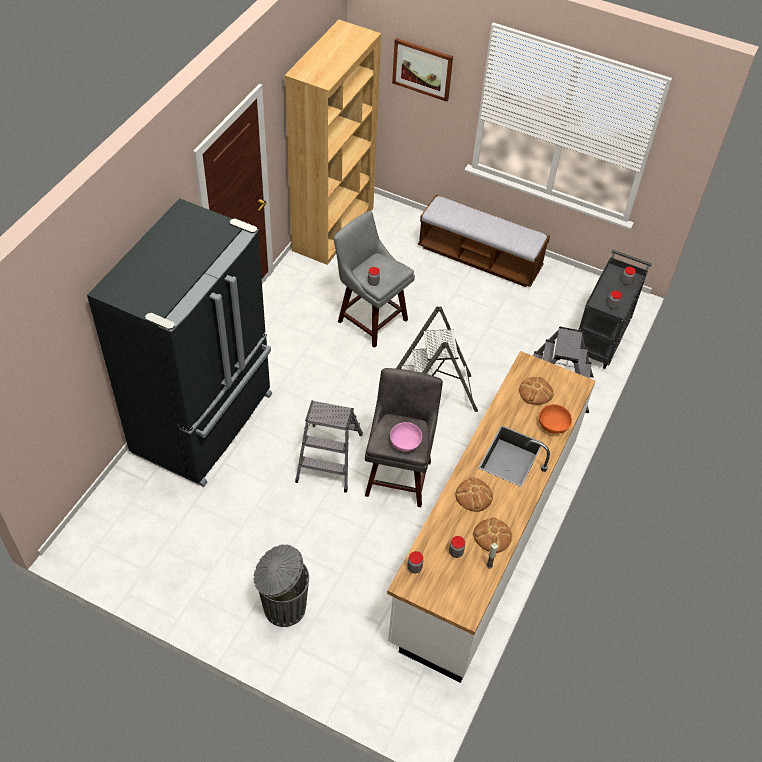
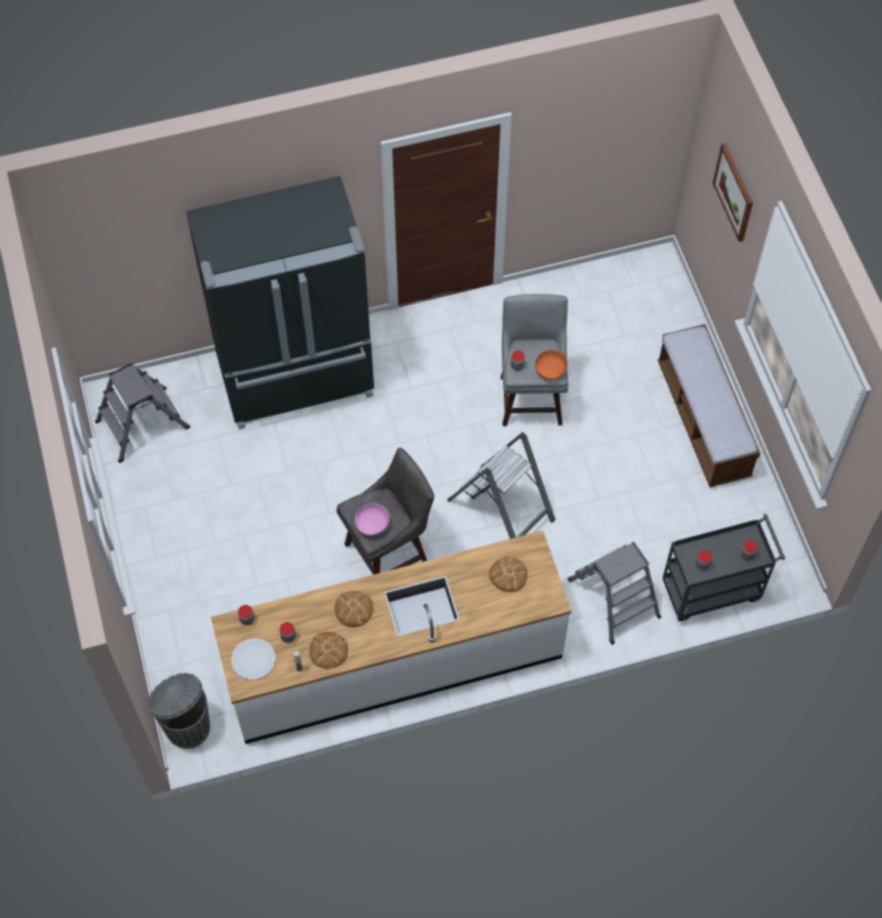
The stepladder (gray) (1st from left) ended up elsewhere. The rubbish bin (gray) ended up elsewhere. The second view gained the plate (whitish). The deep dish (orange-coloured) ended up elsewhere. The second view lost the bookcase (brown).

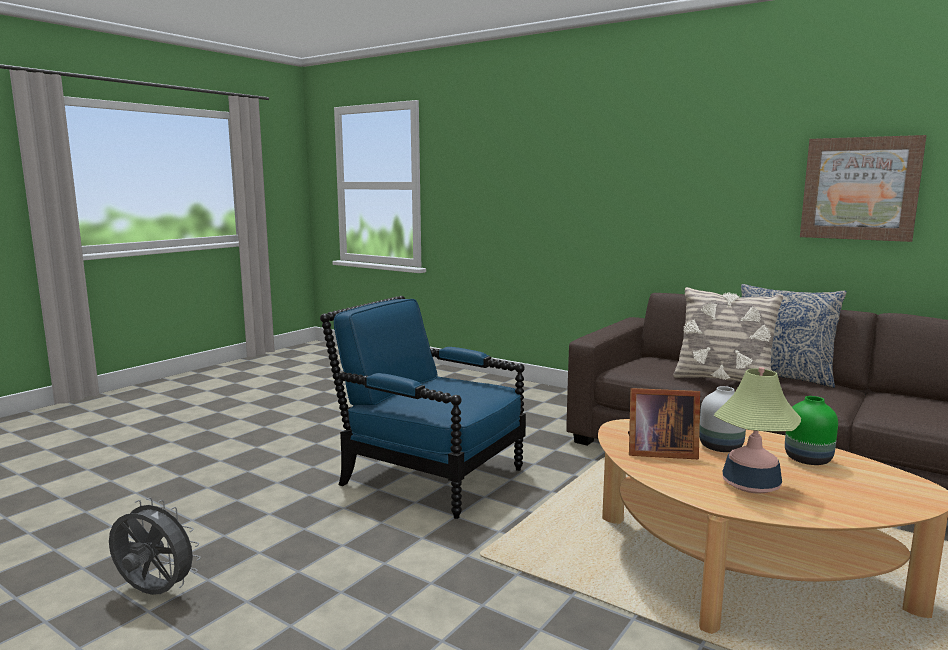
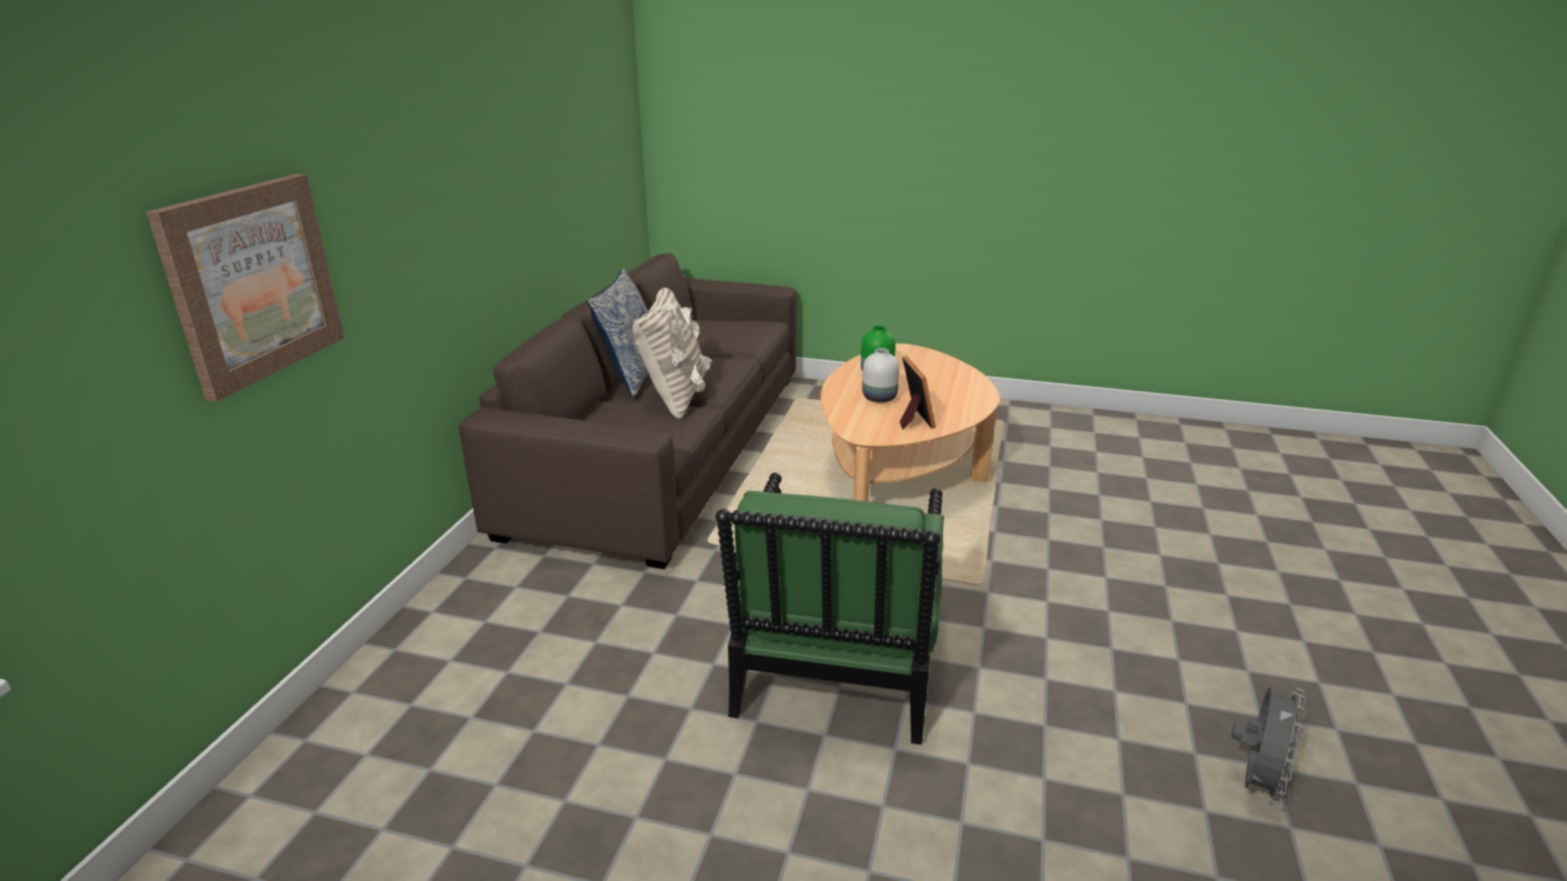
The picture ended up elsewhere. What was the easy chair (bluish) turned into the easy chair (green). The cooling fan (gray) ended up facing another way, 150 degrees counterclockwise from before. The second view lost the table lamp.

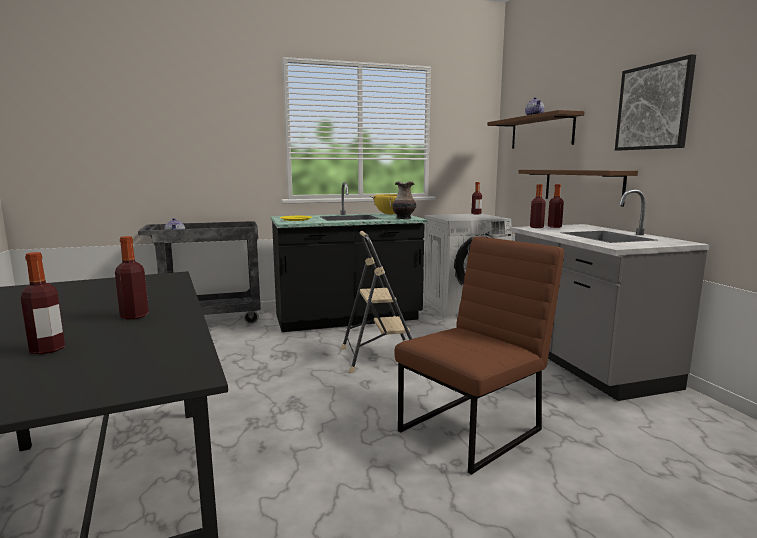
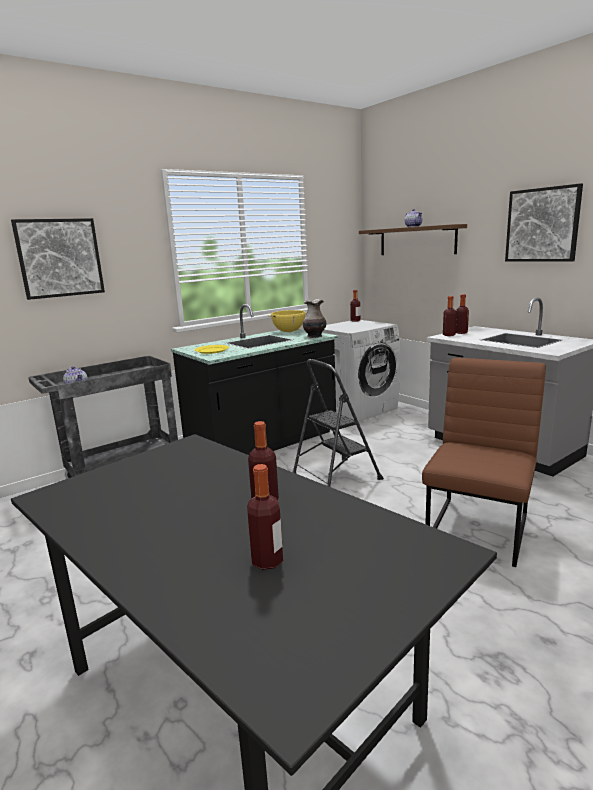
The second view gained the picture (1st from left). What was the stepladder (beige-coloured) turned into the stepladder (blackish). The second view lost the shelf (brown) (2nd from left).

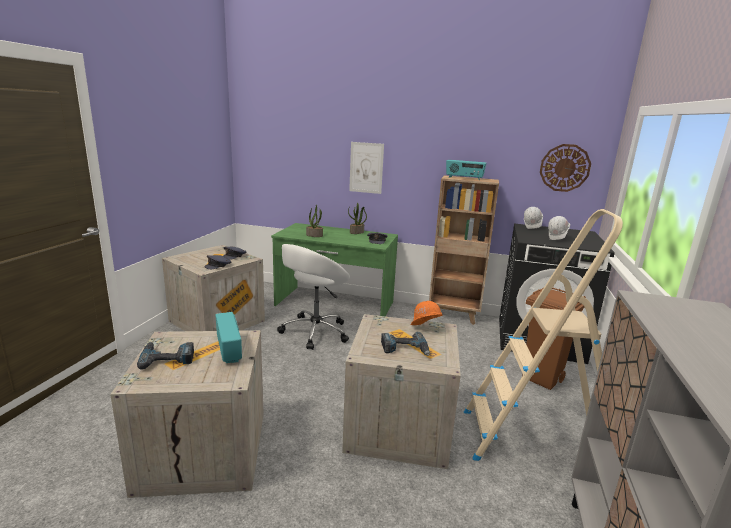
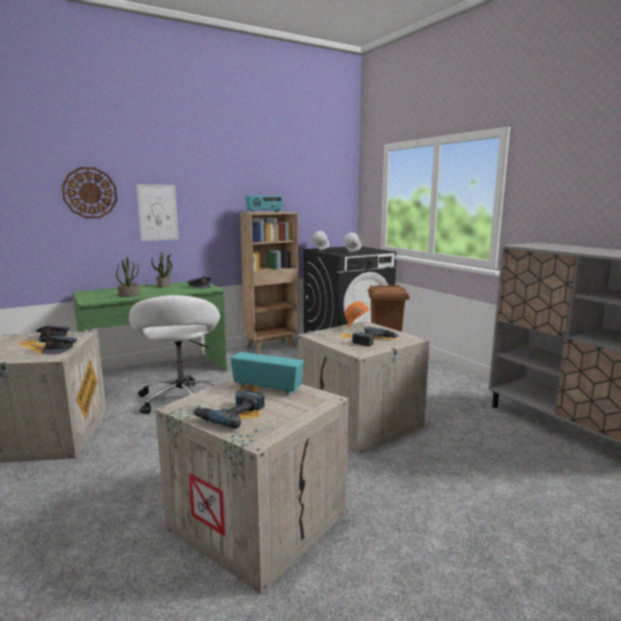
The hanging clock ended up elsewhere. The second view lost the stepladder (beige-coloured).

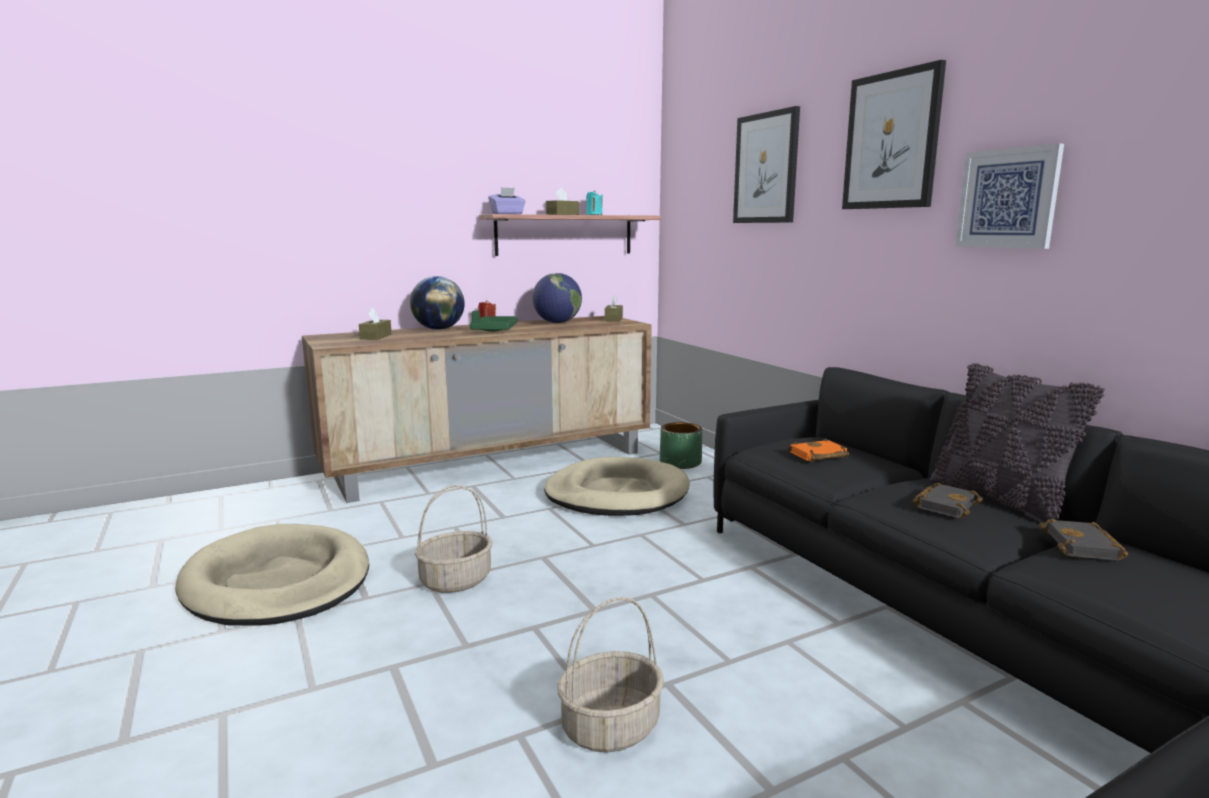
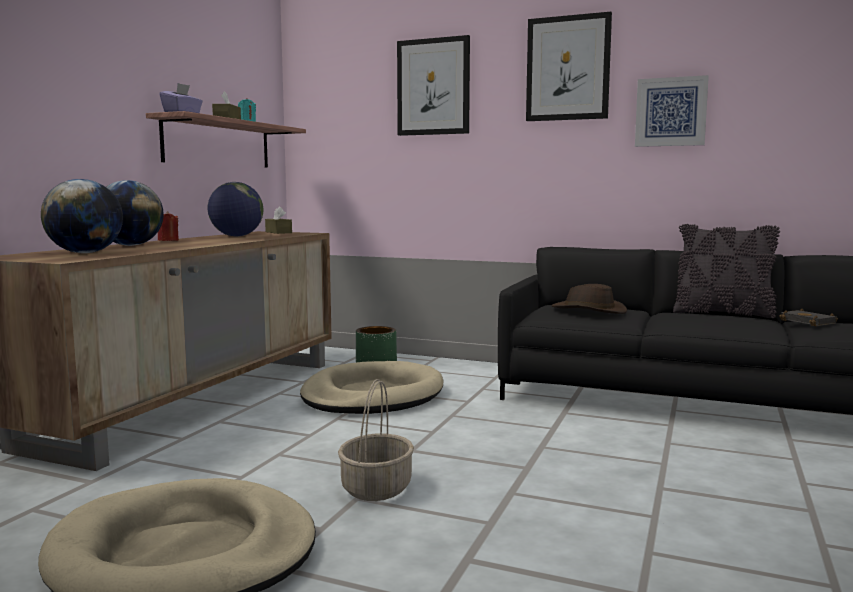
Where the box of tissues (brown) (1st from left) stood, the globe (1st from left) came to stand. Where the bound book (orange-coloured) stood, the hat (brown) came to stand. The second view lost the tray (green). The second view lost the basket (2nd from left). The second view lost the bound book (blackish) (1st from left).

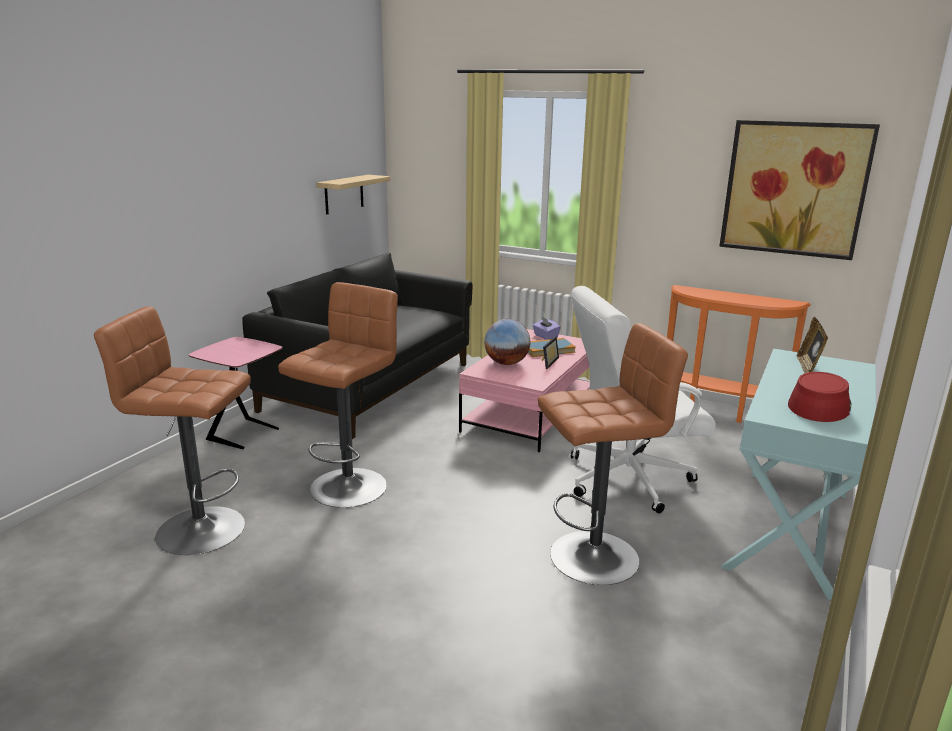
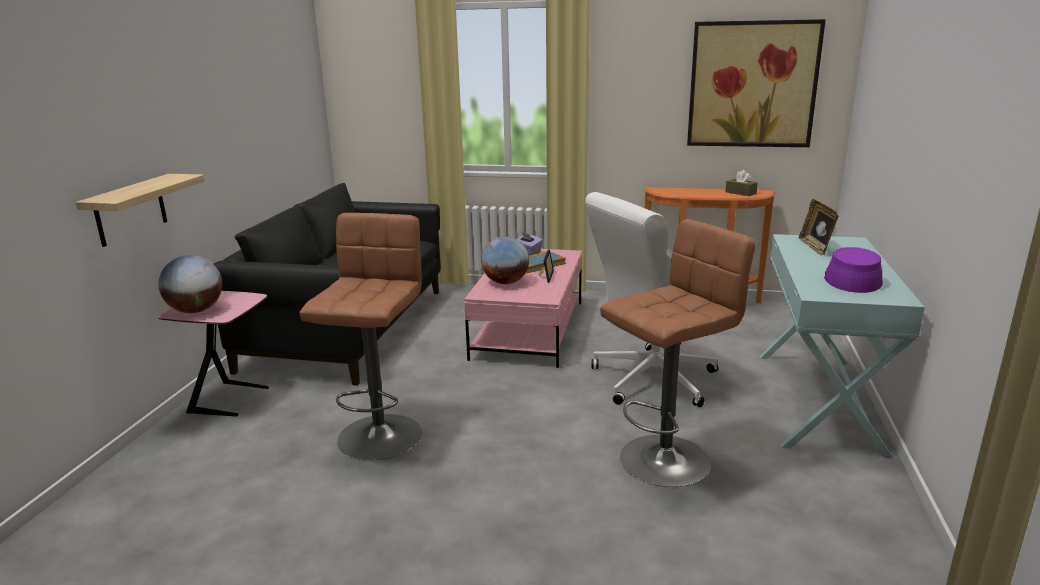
The shelf ended up elsewhere. The second view gained the globe (1st from left). The second view gained the box of tissues (brown). What was the hat (red-coloured) turned into the hat (purple). The second view lost the stool (brown) (1st from left).

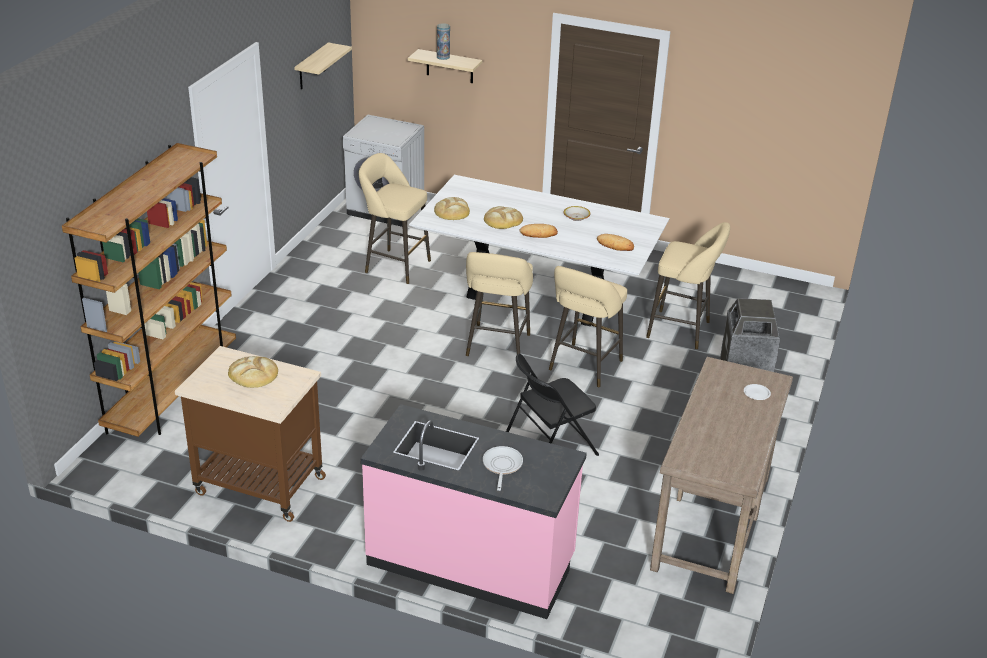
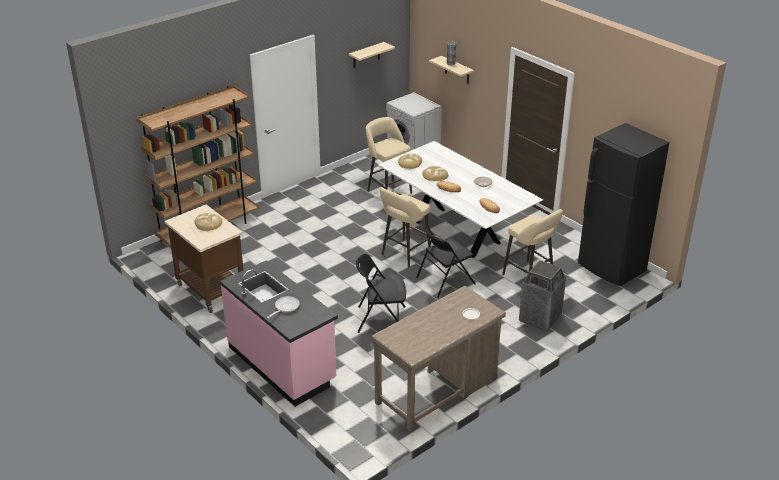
Where the stool (beige-coloured) (3rd from left) stood, the upright chair (blackish) (2nd from left) came to stand. The second view gained the refrigerator (blackish).

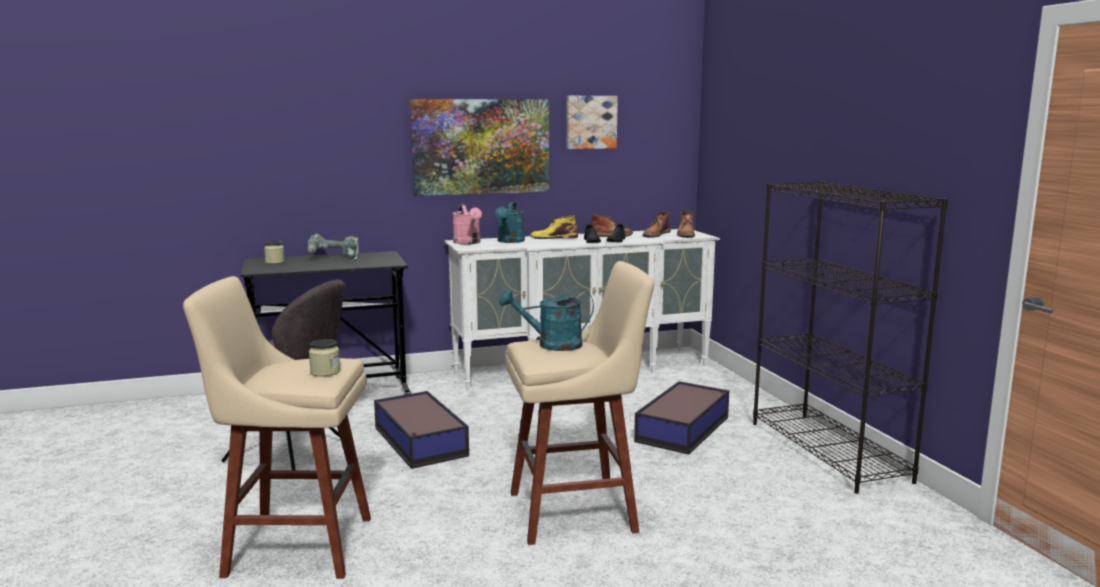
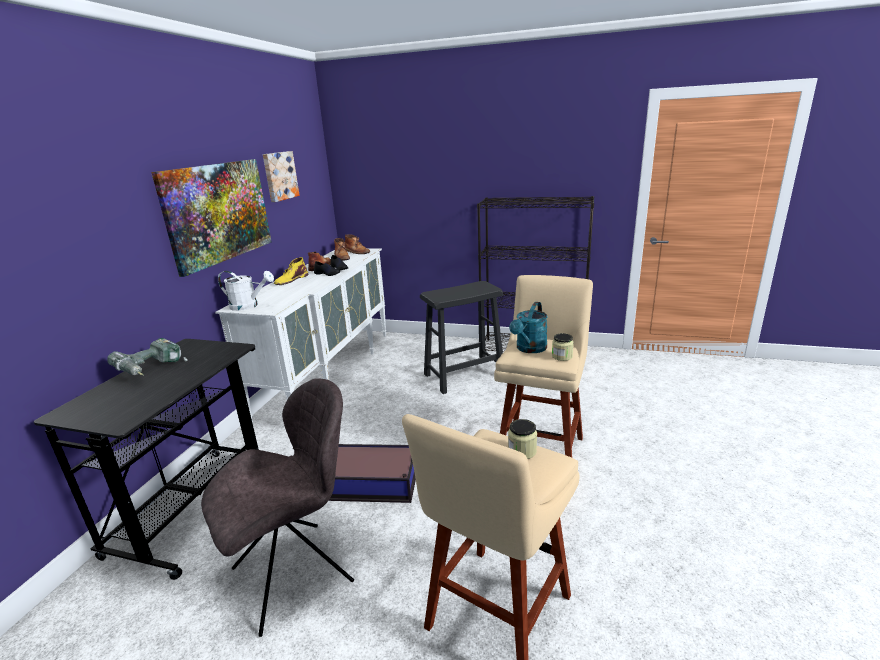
What was the watering can (pink-coloured) turned into the watering can (whitish). Where the storage bin (2nd from left) stood, the stool (blackish) came to stand. The preserve jar (1st from left in the first image) ended up elsewhere. The second view lost the watering can (blue-green) (1st from left).

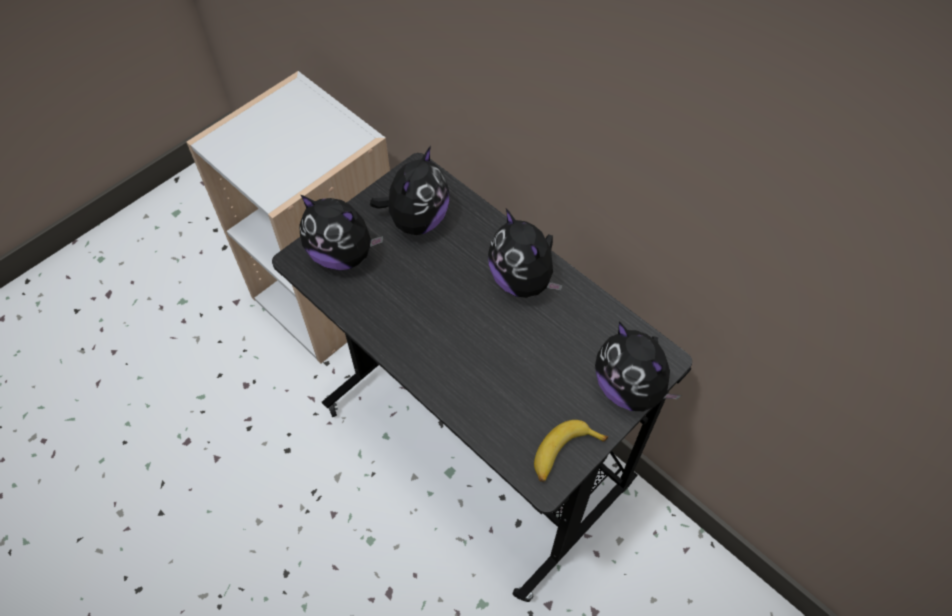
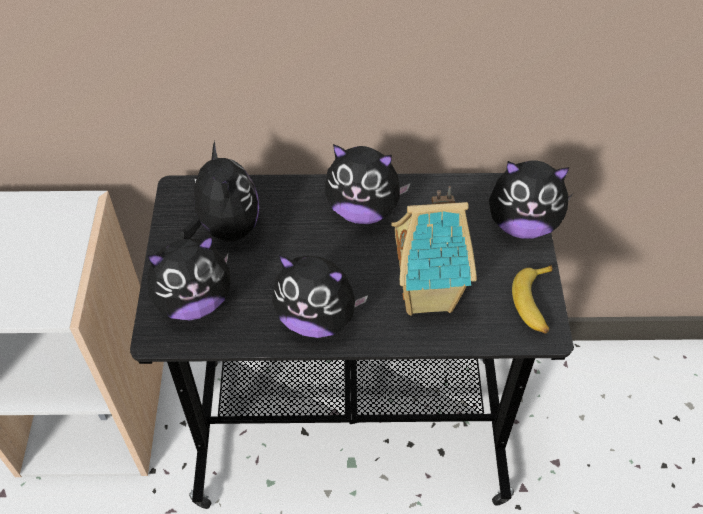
The second view gained the soft toy (3rd from left). The second view gained the miniature house.

